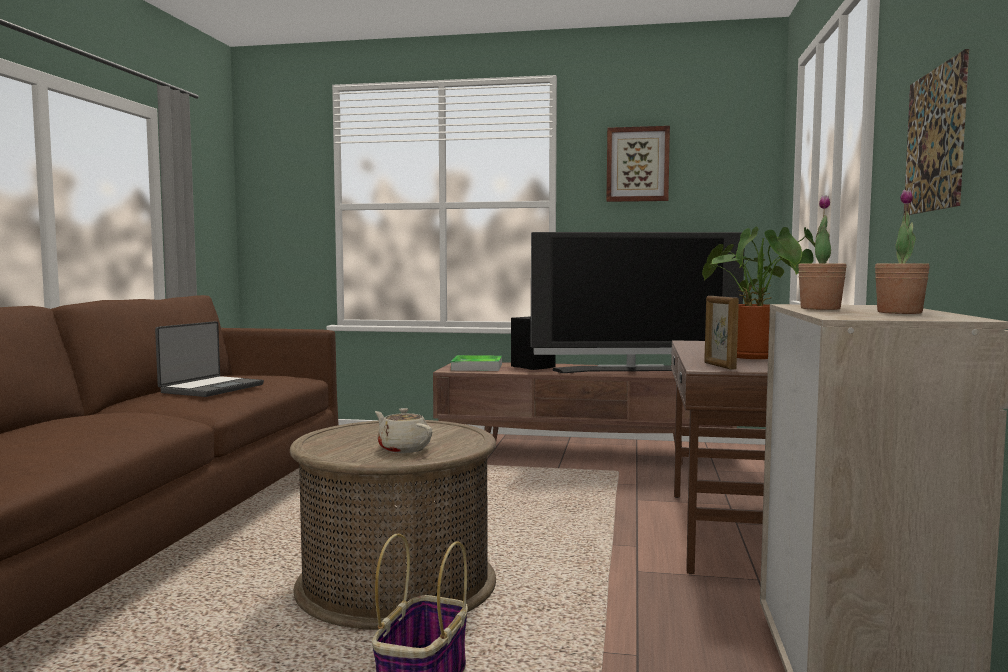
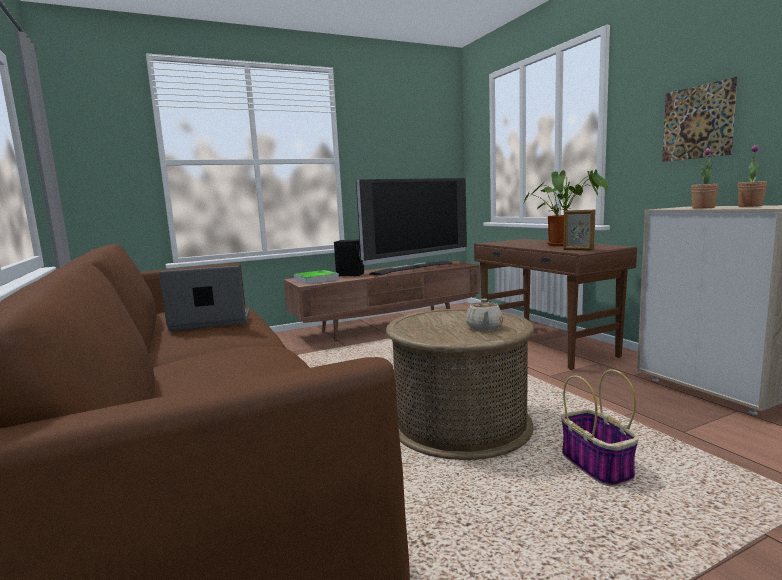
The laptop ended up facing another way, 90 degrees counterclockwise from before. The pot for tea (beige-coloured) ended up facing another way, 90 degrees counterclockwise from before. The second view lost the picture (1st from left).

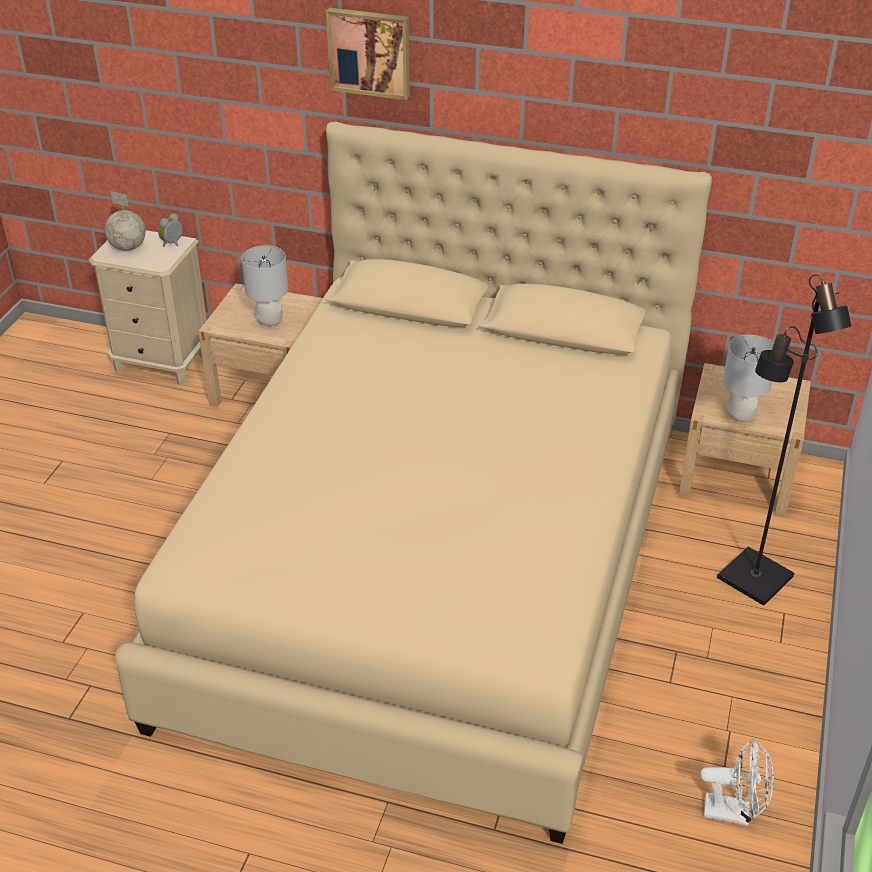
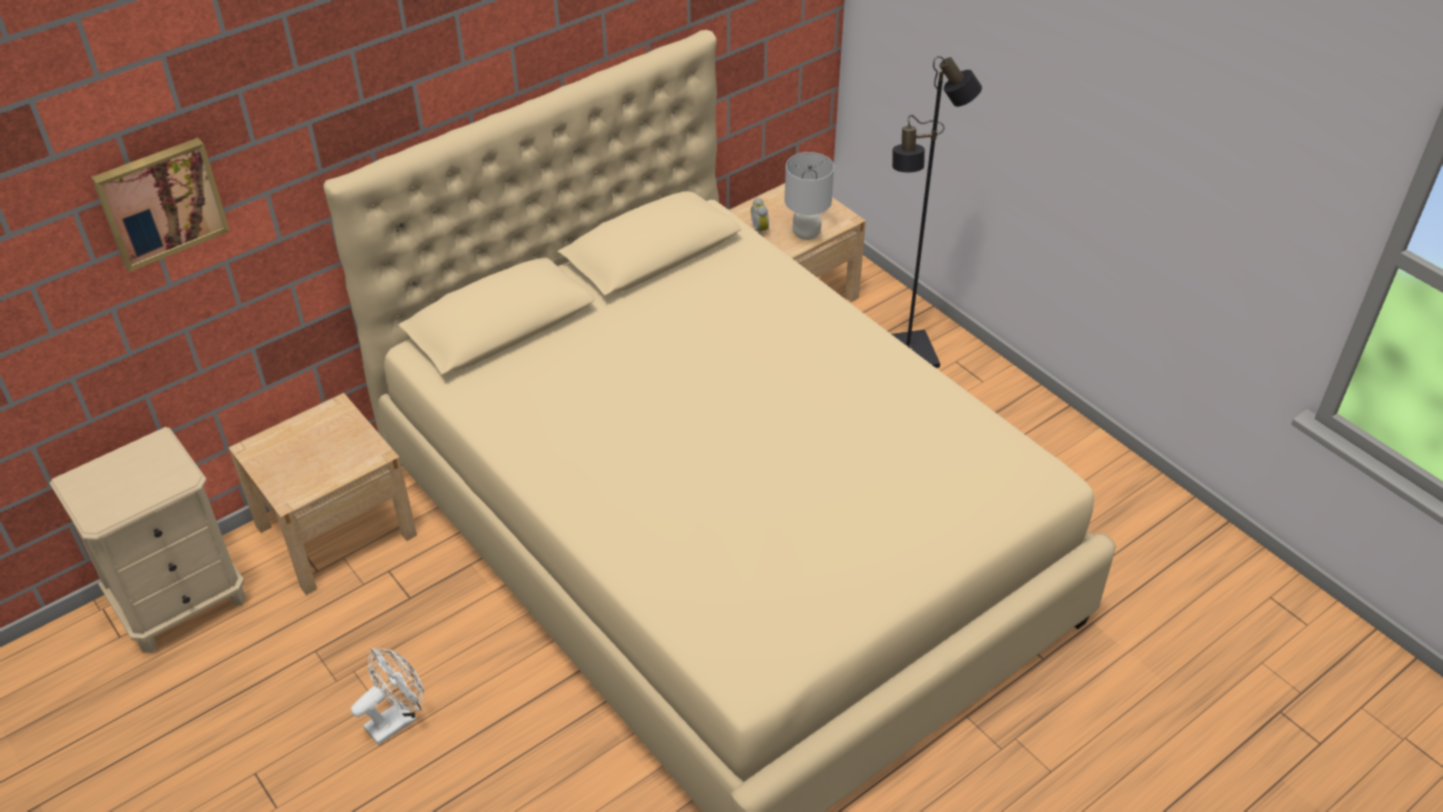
The picture ended up elsewhere. The cooling fan (whitish) ended up elsewhere. The bedside clock ended up elsewhere. The second view lost the globe. The second view lost the table lamp (gray) (1st from left).

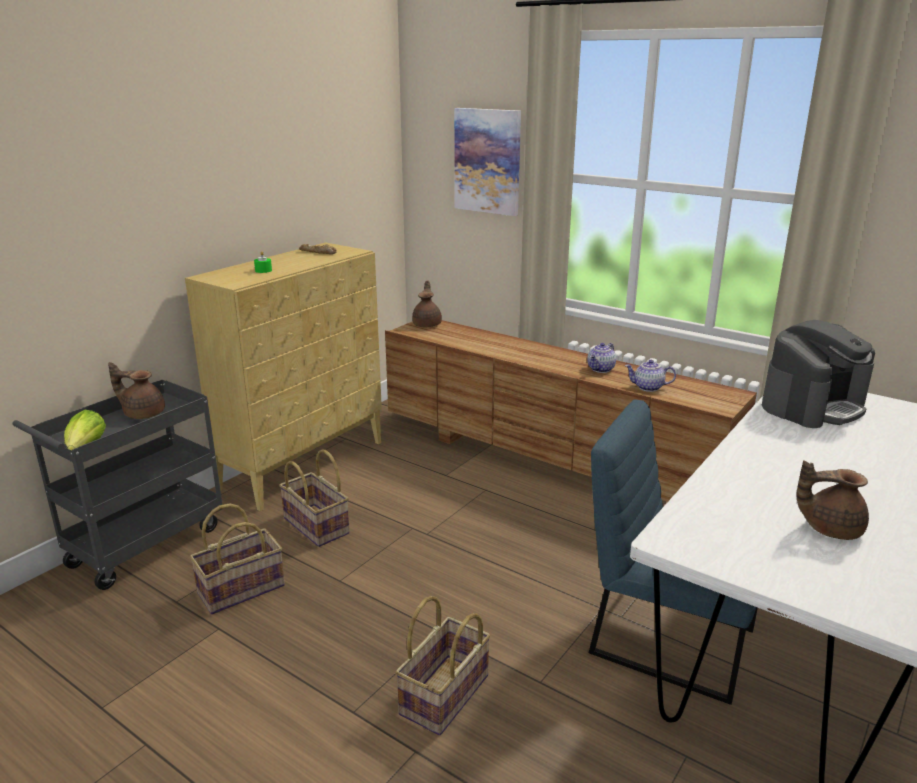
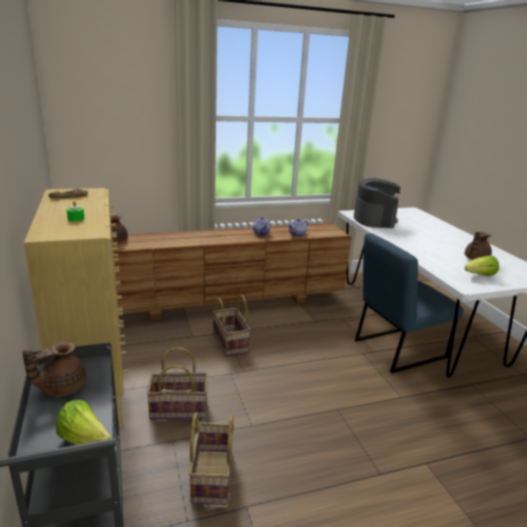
The basket (3rd from left) ended up elsewhere. The second view gained the lettuce head (2nd from left). The second view lost the picture.

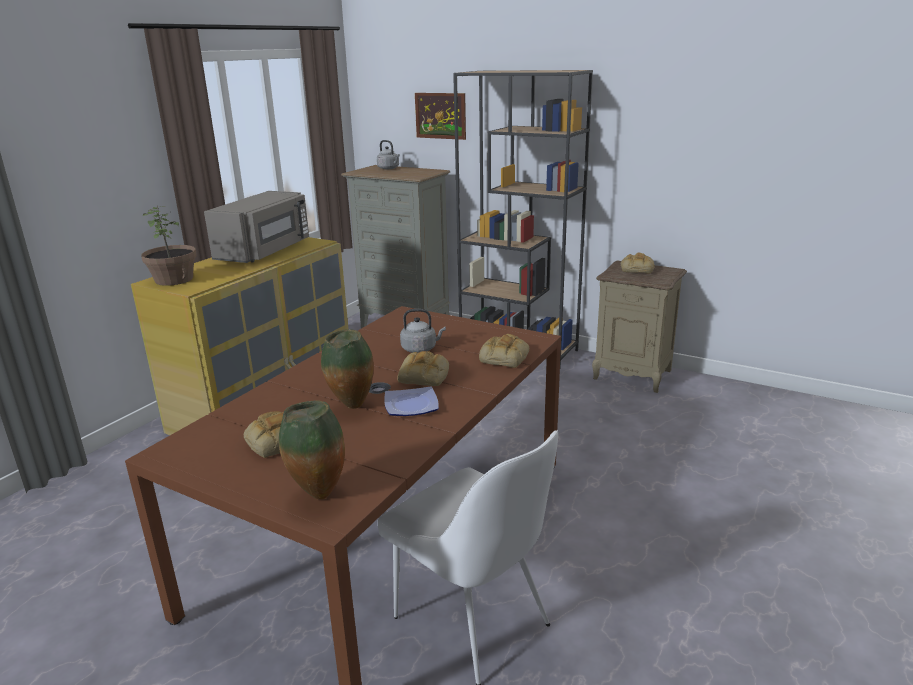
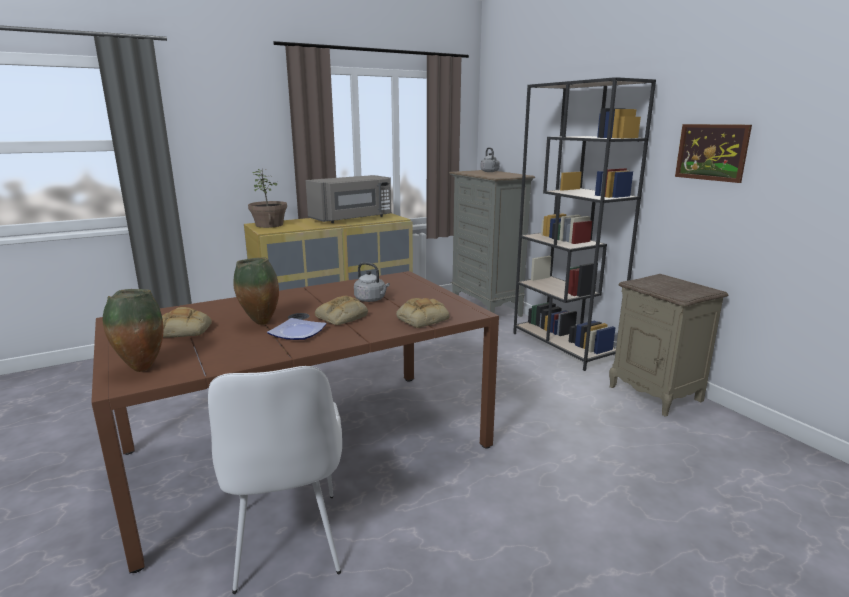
The picture ended up elsewhere. The second view lost the baked bread (4th from left).

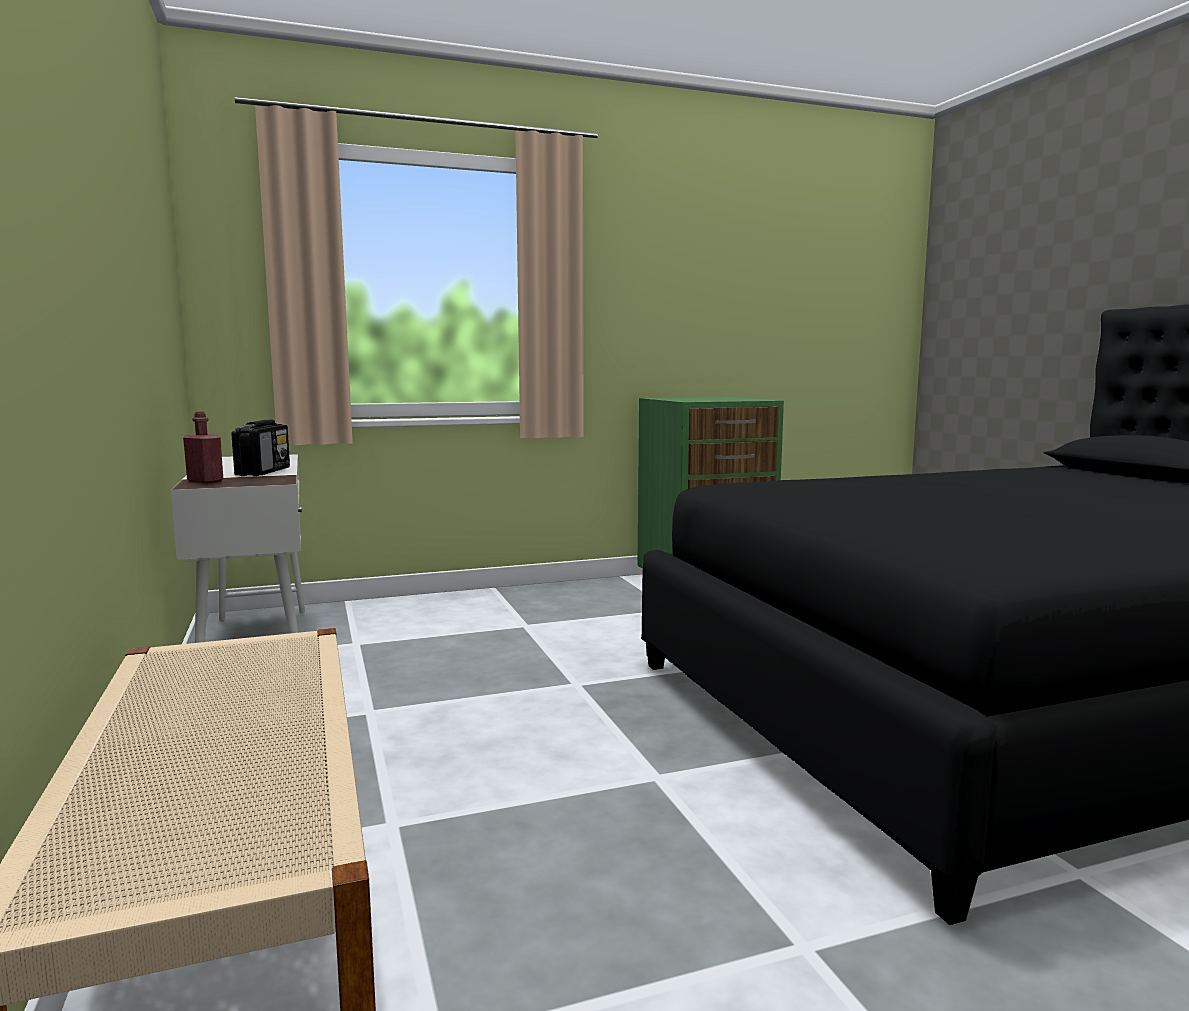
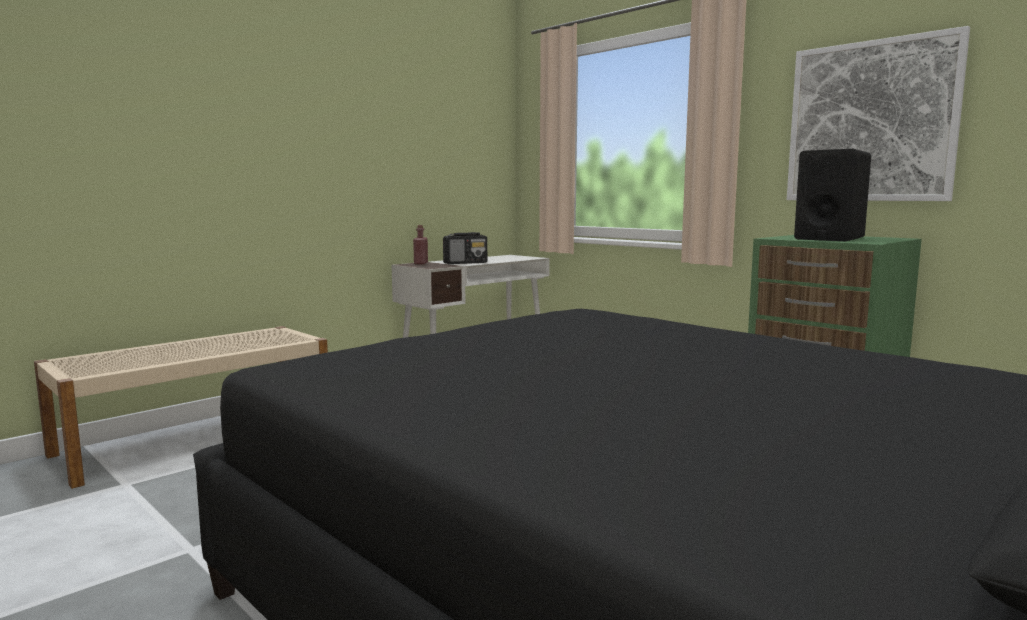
The second view gained the picture. The second view gained the audio speaker (blackish).

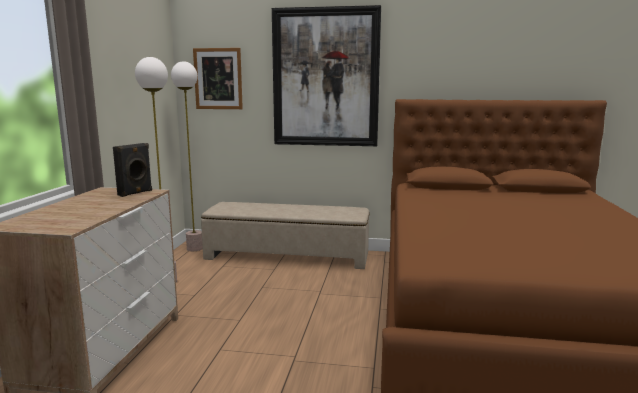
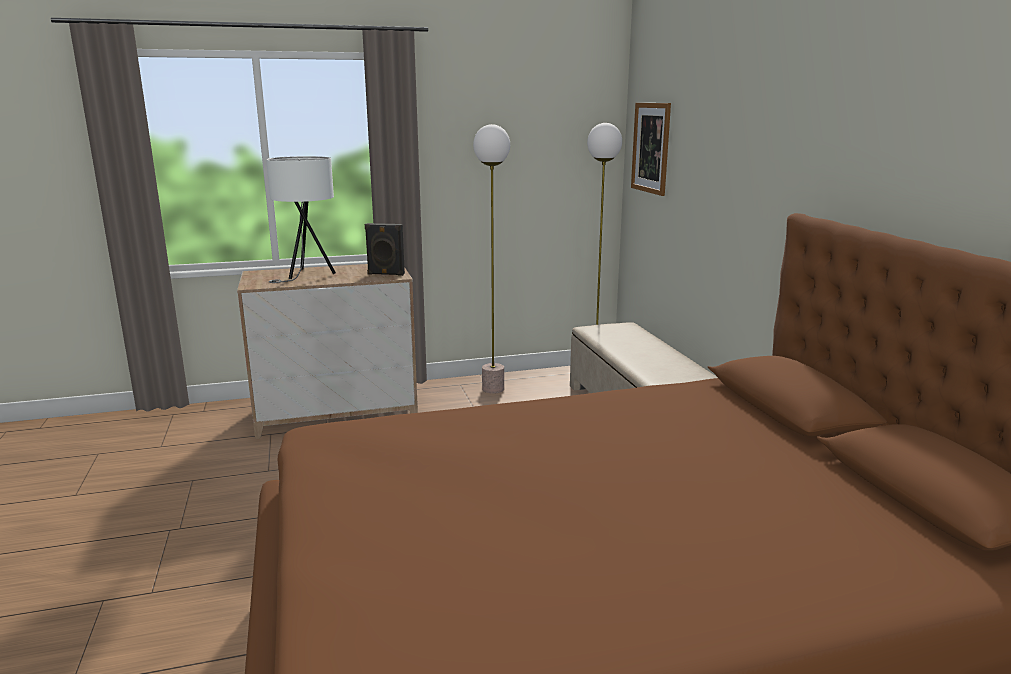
The second view gained the table lamp (whitish). The second view lost the picture (2nd from left).

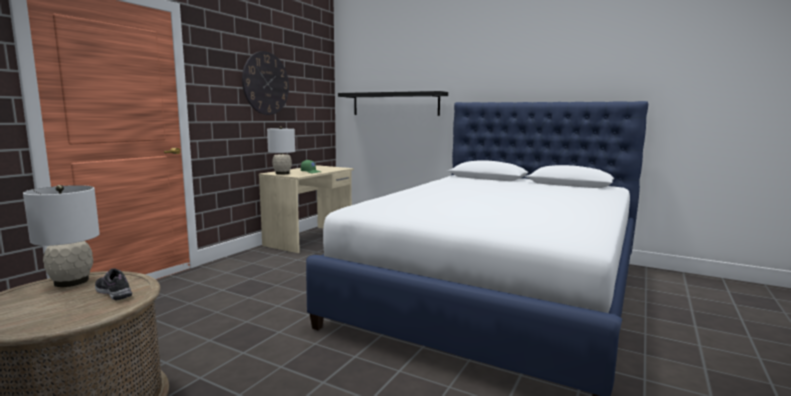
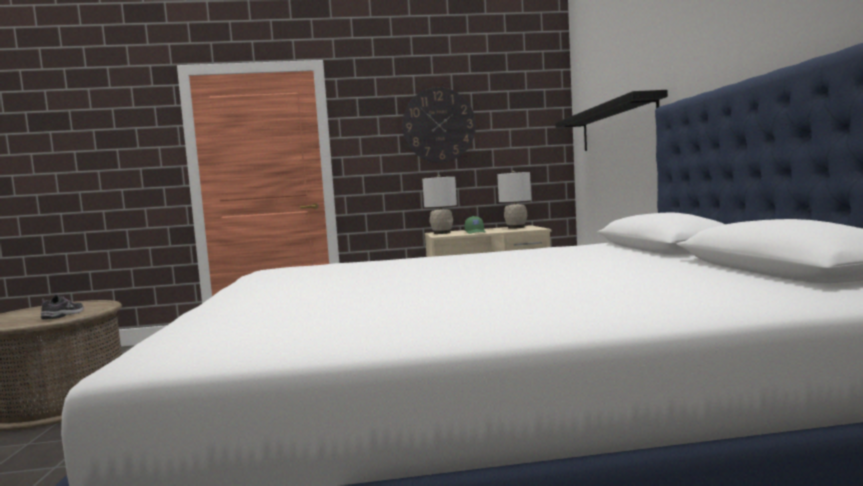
The table lamp (whitish) (1st from left in the first image) ended up elsewhere.

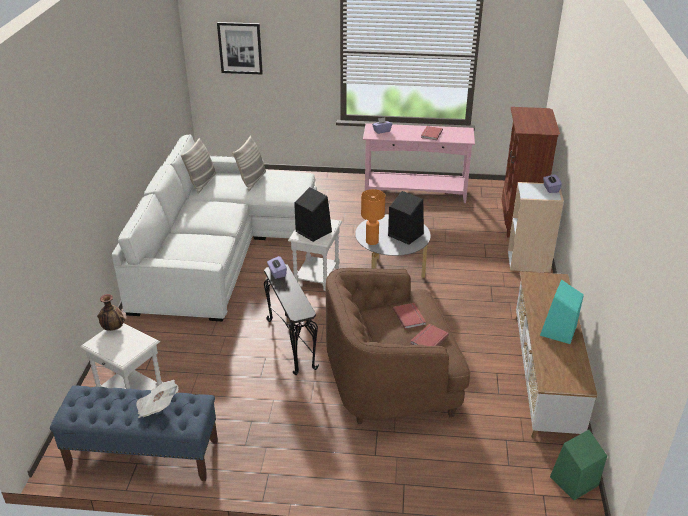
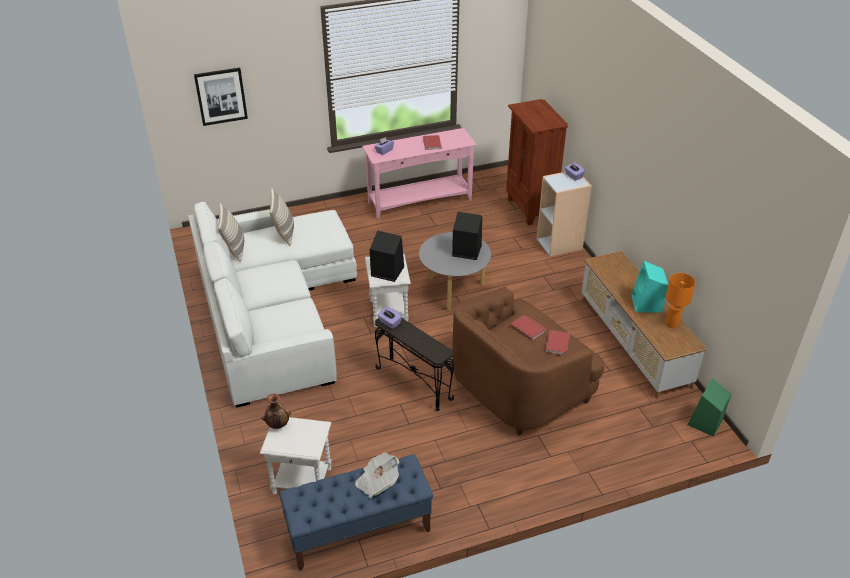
The table lamp (orange-coloured) ended up elsewhere.

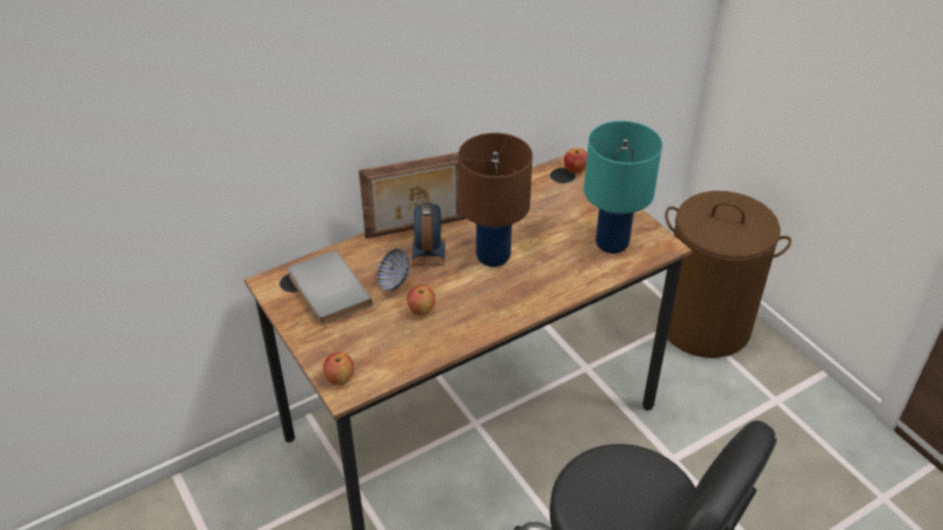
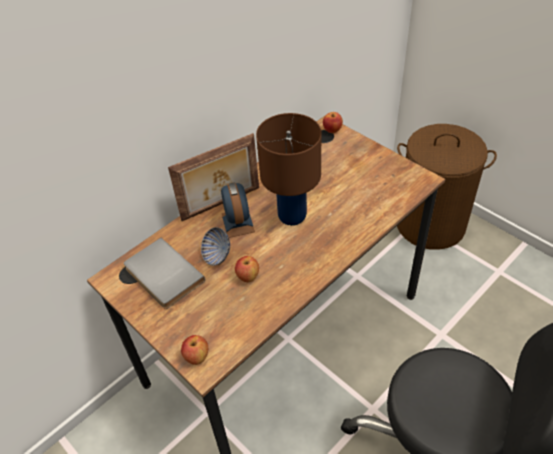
The second view lost the table lamp (blue-green).

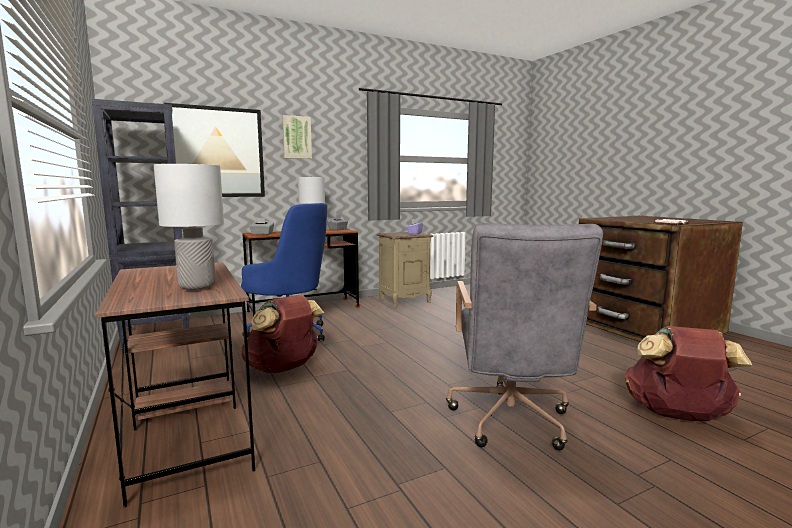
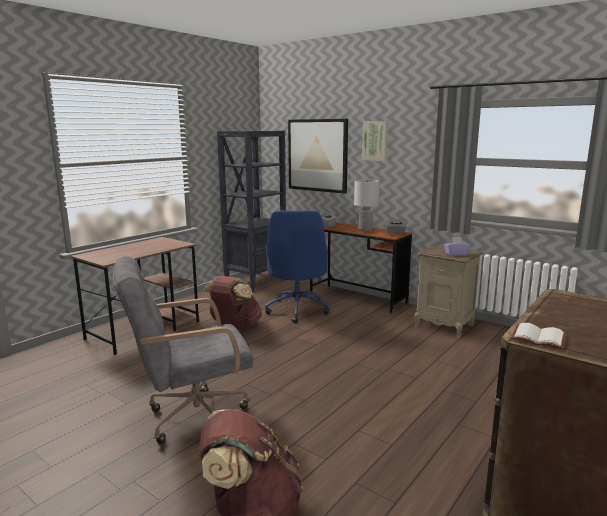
The second view lost the table lamp (gray) (1st from left).

